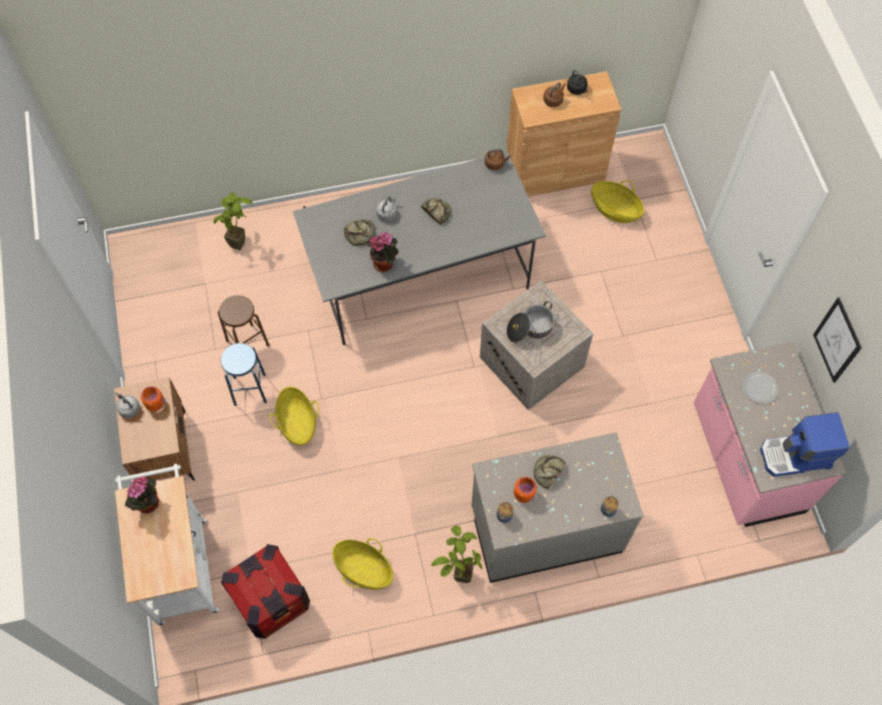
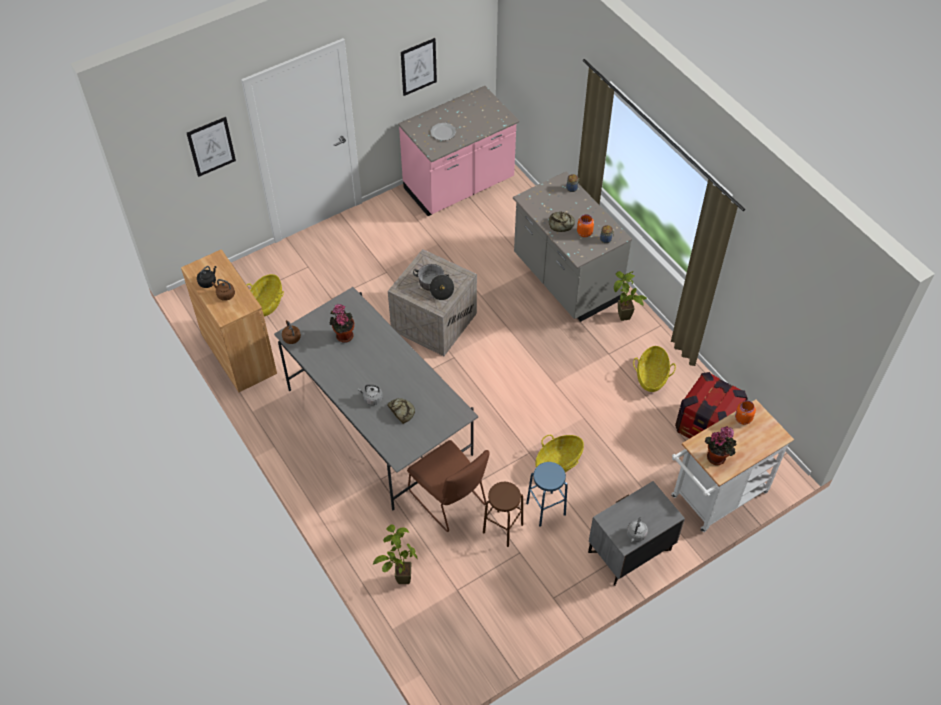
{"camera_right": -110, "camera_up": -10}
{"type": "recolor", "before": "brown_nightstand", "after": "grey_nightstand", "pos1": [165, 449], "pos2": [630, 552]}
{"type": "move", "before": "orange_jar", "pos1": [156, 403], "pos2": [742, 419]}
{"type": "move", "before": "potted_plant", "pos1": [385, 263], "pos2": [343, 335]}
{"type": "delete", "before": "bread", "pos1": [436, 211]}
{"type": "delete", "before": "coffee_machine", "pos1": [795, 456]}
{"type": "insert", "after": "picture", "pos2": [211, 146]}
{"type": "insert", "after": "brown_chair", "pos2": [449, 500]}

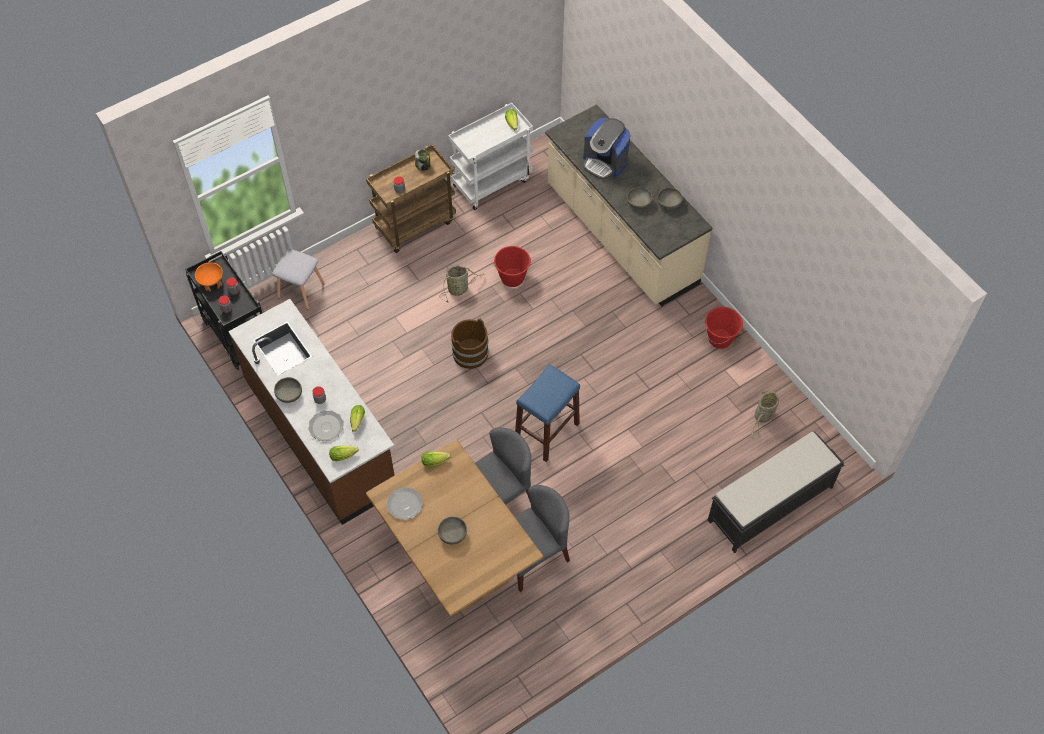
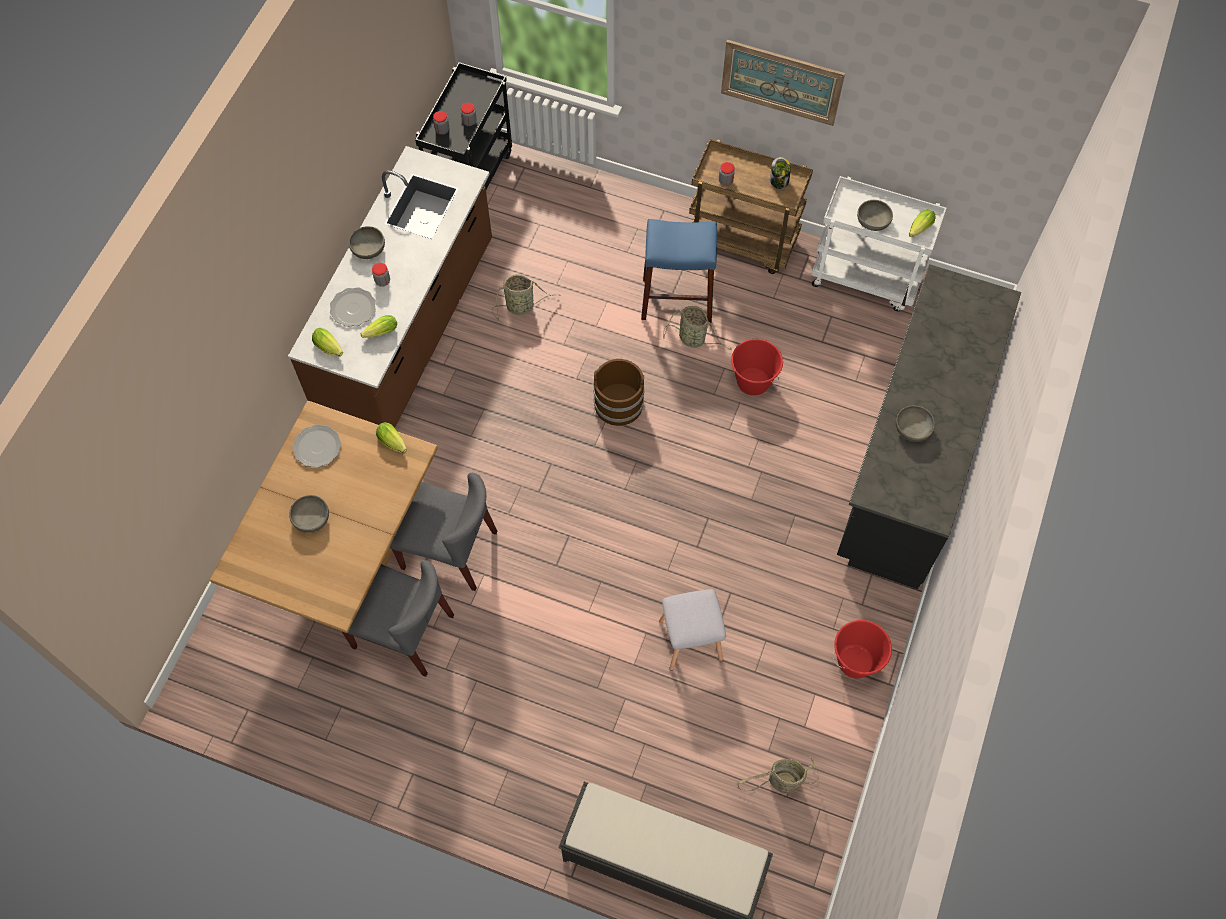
{"camera_right": 55, "camera_up": 5}
{"type": "delete", "before": "orange_bowl", "pos1": [211, 282]}
{"type": "move", "before": "grey_stool", "pos1": [300, 291], "pos2": [689, 639]}
{"type": "move", "before": "blue_stool", "pos1": [547, 432], "pos2": [677, 299]}
{"type": "recolor", "before": "beige_counter", "after": "black_counter", "pos1": [620, 236], "pos2": [910, 458]}
{"type": "delete", "before": "coffee_machine", "pos1": [605, 162]}
{"type": "move", "before": "grey_bowl", "pos1": [669, 203], "pos2": [872, 221]}
{"type": "insert", "after": "basket", "pos2": [522, 306]}
{"type": "insert", "after": "picture", "pos2": [781, 82]}

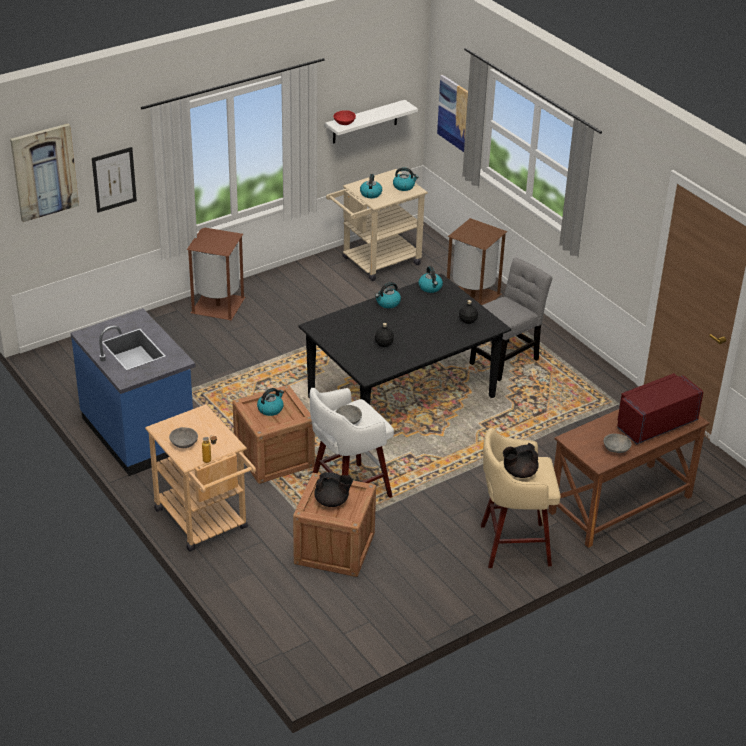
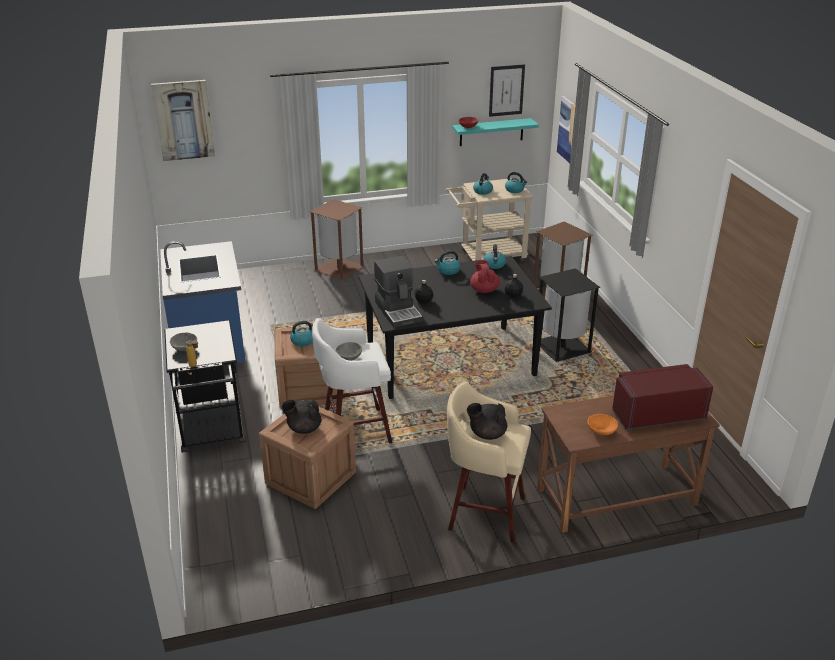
{"camera_right": 20, "camera_up": -5}
{"type": "move", "before": "picture", "pos1": [114, 179], "pos2": [506, 90]}
{"type": "recolor", "before": "beige_cart", "after": "black_cart", "pos1": [205, 523], "pos2": [212, 432]}
{"type": "rotate", "before": "black_teapot", "pos1": [332, 501], "pos2": [303, 428], "turn": 150}
{"type": "recolor", "before": "white_shelf", "after": "turquoise_shelf", "pos1": [365, 122], "pos2": [491, 132]}
{"type": "replace", "before": "grey_chair", "after": "black_trash_can", "pos1": [506, 359], "pos2": [563, 347]}
{"type": "recolor", "before": "grey_bowl", "after": "orange_bowl", "pos1": [616, 450], "pos2": [601, 431]}
{"type": "insert", "after": "coffee_machine", "pos2": [399, 311]}
{"type": "insert", "after": "red_teapot", "pos2": [484, 290]}

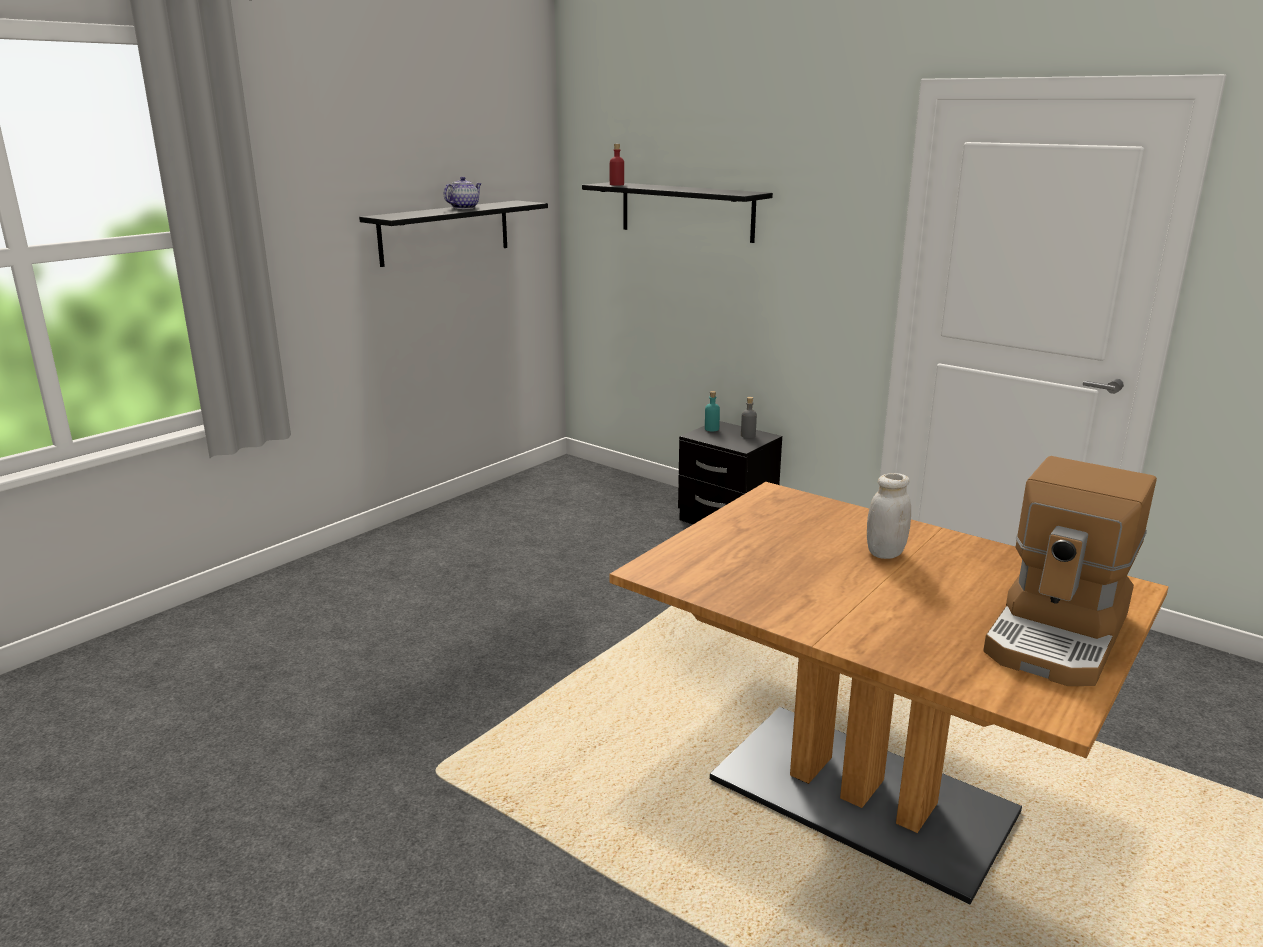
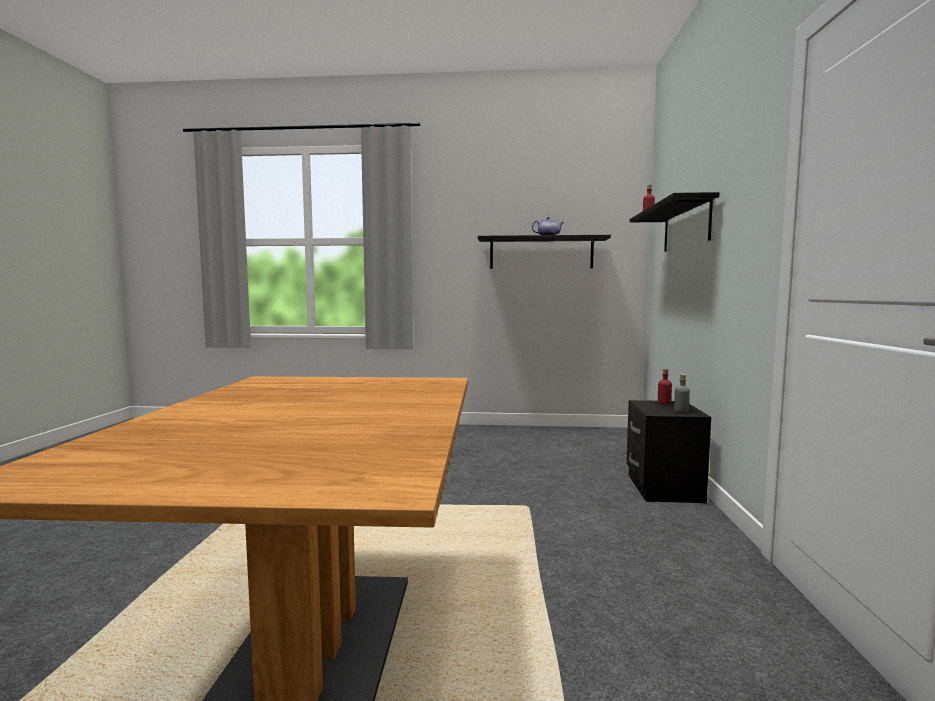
{"camera_right": 55, "camera_up": -15}
{"type": "recolor", "before": "turquoise_bottle", "after": "red_bottle", "pos1": [711, 429], "pos2": [664, 402]}
{"type": "delete", "before": "white_jar", "pos1": [885, 553]}
{"type": "delete", "before": "coffee_machine", "pos1": [1059, 635]}

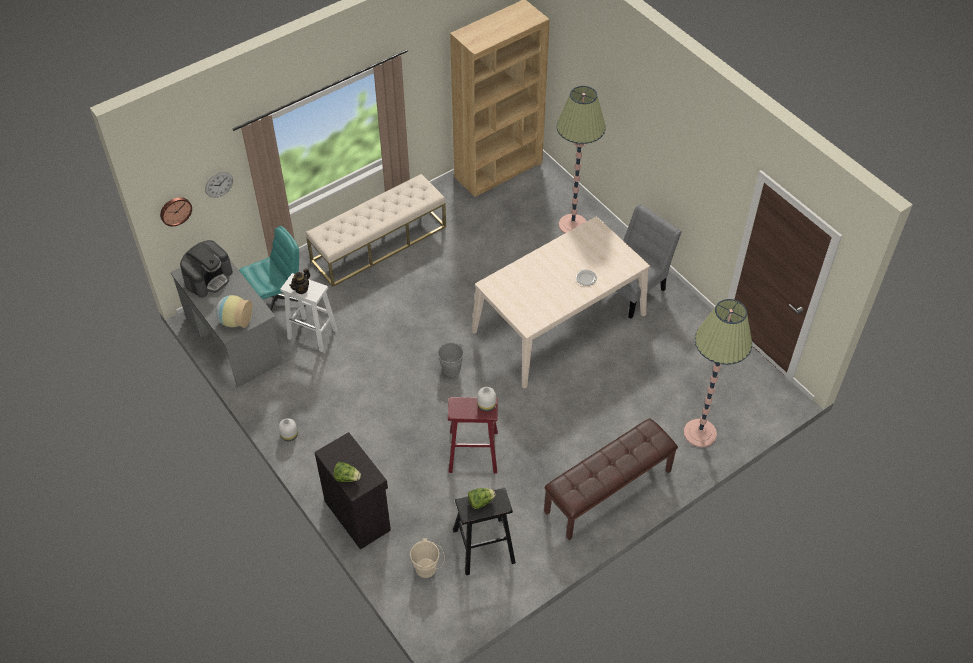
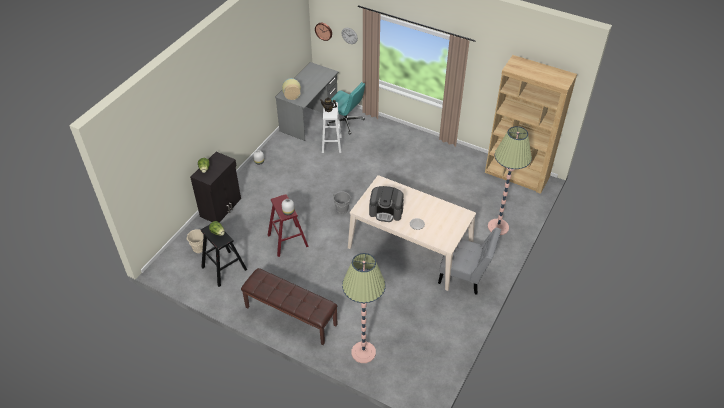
{"camera_right": 65, "camera_up": -5}
{"type": "move", "before": "coffee_machine", "pos1": [209, 278], "pos2": [386, 211]}
{"type": "delete", "before": "beige_bench", "pos1": [379, 243]}

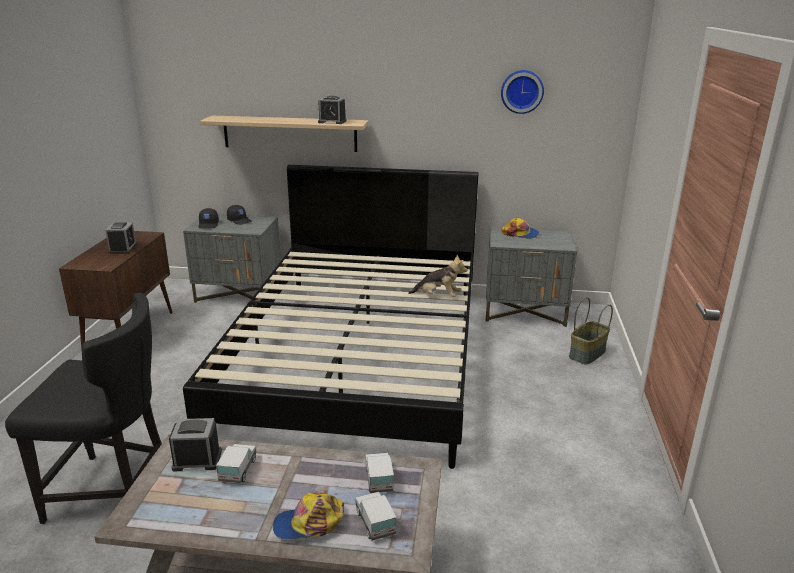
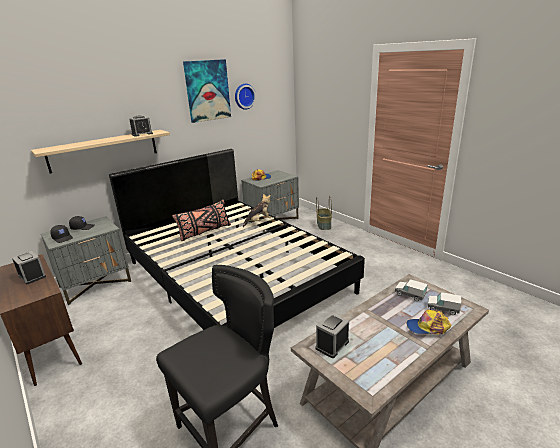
{"camera_right": -45, "camera_up": 0}
{"type": "delete", "before": "toy_truck", "pos1": [238, 470]}
{"type": "rotate", "before": "cap", "pos1": [309, 524], "pos2": [428, 327], "turn": 60}
{"type": "insert", "after": "black_pillow", "pos2": [204, 232]}
{"type": "insert", "after": "picture", "pos2": [207, 90]}

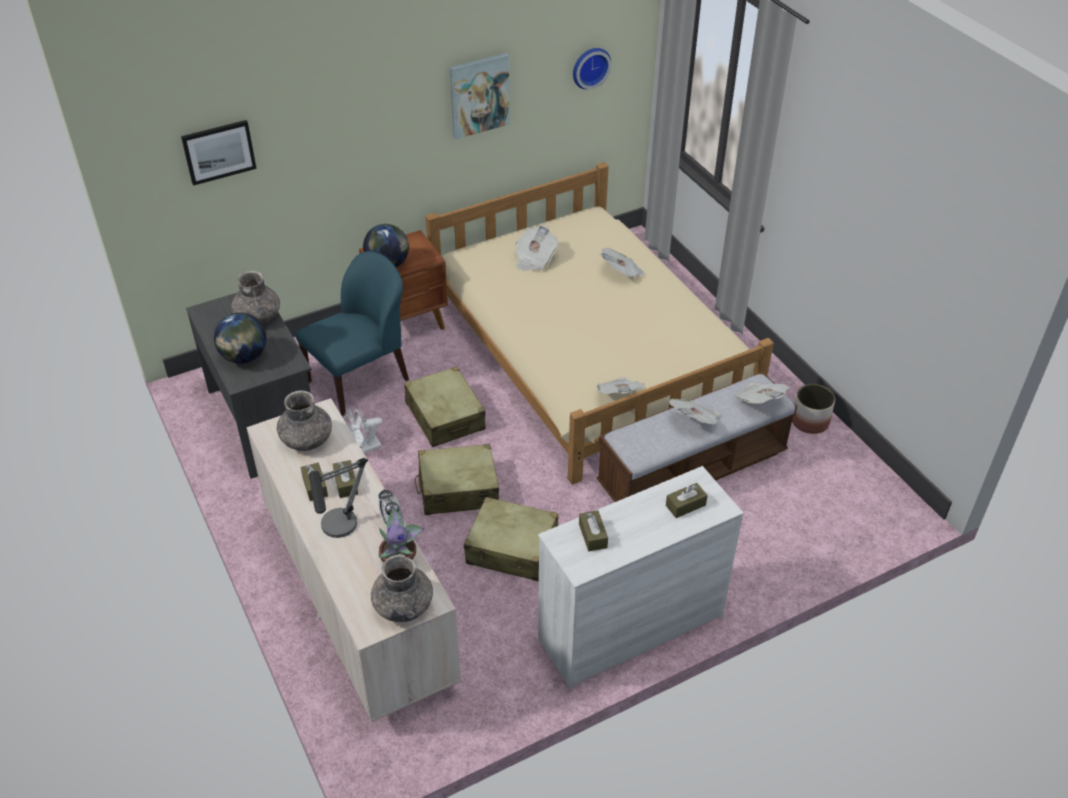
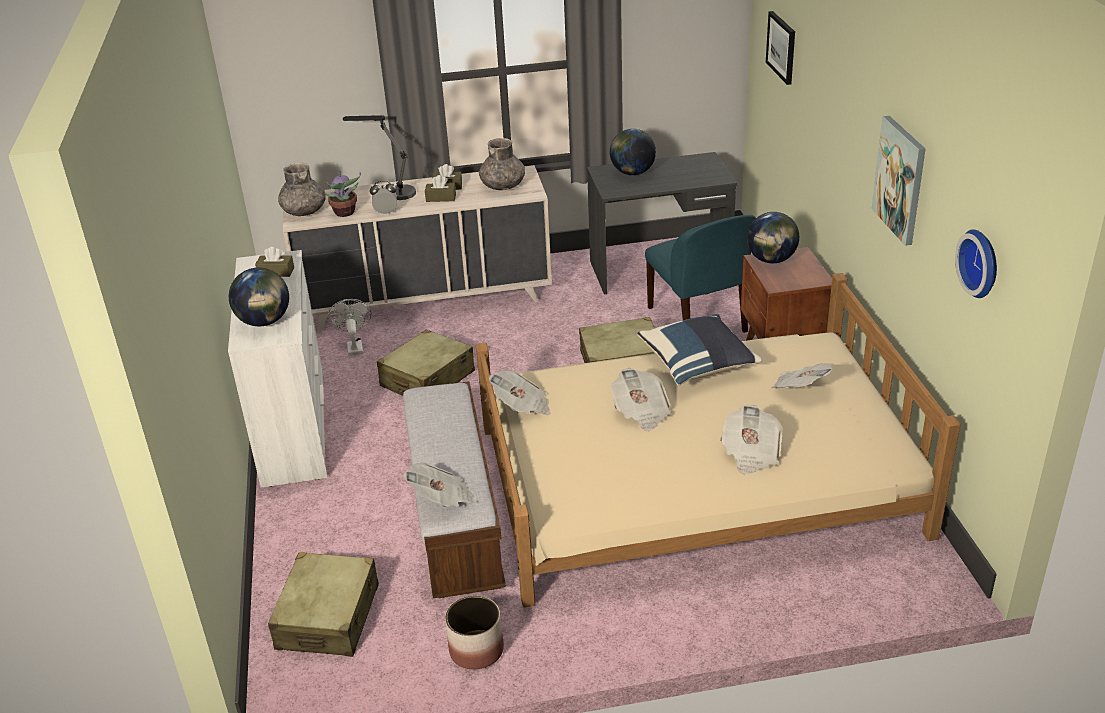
{"camera_right": 110, "camera_up": -10}
{"type": "delete", "before": "grey_vase", "pos1": [258, 316]}
{"type": "move", "before": "white_fan", "pos1": [363, 449], "pos2": [354, 346]}
{"type": "move", "before": "beige_suitcase", "pos1": [458, 489], "pos2": [328, 617]}
{"type": "replace", "before": "brown_tissue_box", "after": "globe", "pos1": [685, 505], "pos2": [264, 321]}
{"type": "move", "before": "newspaper", "pos1": [695, 421], "pos2": [641, 413]}
{"type": "insert", "after": "blue_pillow", "pos2": [698, 365]}

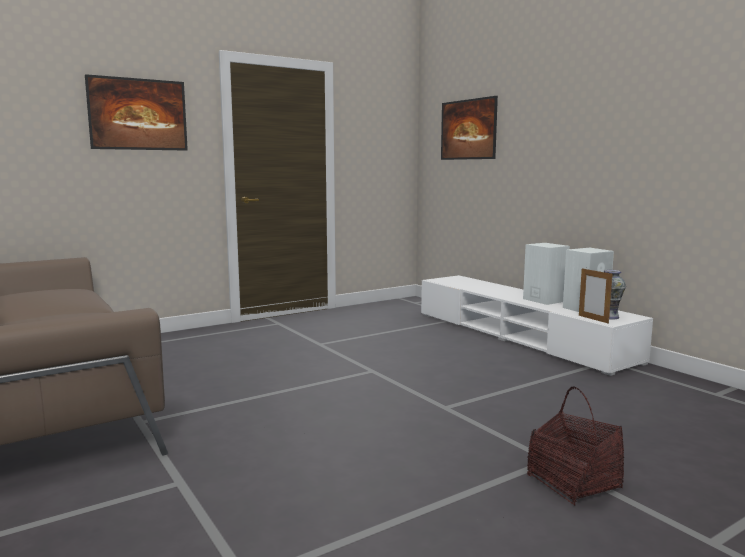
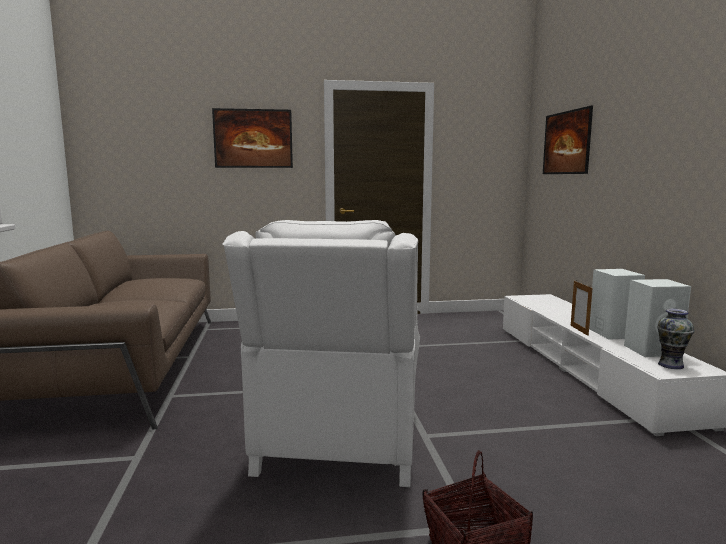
{"camera_right": 25, "camera_up": 0}
{"type": "move", "before": "picture_frame", "pos1": [593, 319], "pos2": [579, 330]}
{"type": "insert", "after": "white_armchair", "pos2": [339, 443]}

